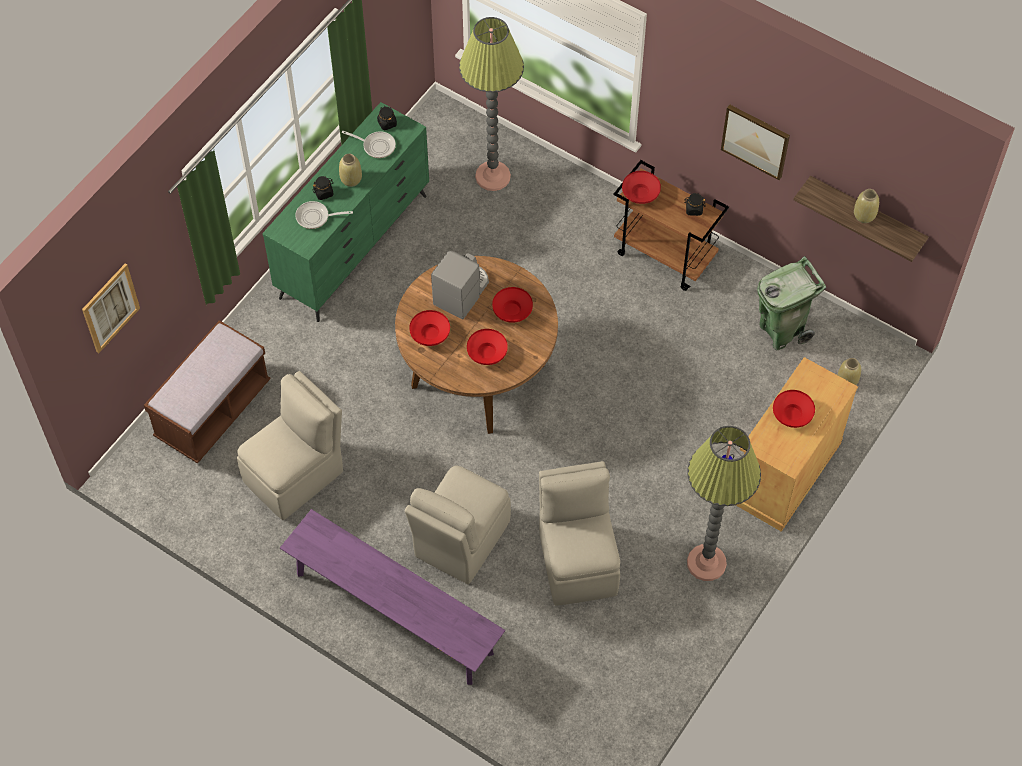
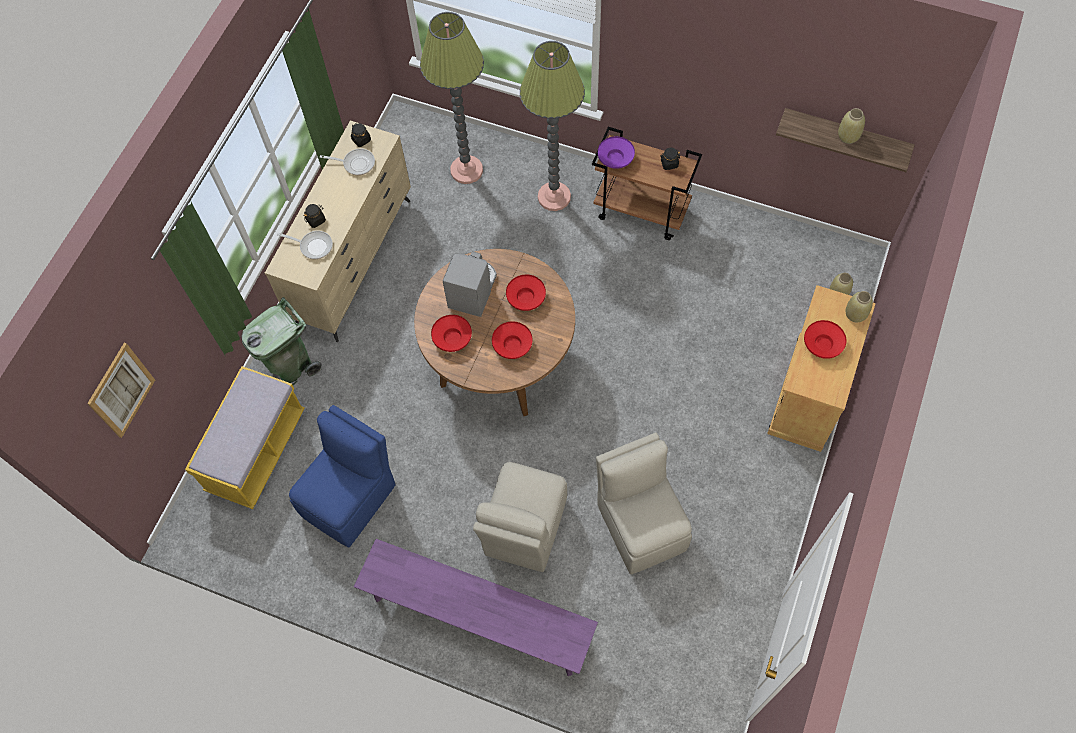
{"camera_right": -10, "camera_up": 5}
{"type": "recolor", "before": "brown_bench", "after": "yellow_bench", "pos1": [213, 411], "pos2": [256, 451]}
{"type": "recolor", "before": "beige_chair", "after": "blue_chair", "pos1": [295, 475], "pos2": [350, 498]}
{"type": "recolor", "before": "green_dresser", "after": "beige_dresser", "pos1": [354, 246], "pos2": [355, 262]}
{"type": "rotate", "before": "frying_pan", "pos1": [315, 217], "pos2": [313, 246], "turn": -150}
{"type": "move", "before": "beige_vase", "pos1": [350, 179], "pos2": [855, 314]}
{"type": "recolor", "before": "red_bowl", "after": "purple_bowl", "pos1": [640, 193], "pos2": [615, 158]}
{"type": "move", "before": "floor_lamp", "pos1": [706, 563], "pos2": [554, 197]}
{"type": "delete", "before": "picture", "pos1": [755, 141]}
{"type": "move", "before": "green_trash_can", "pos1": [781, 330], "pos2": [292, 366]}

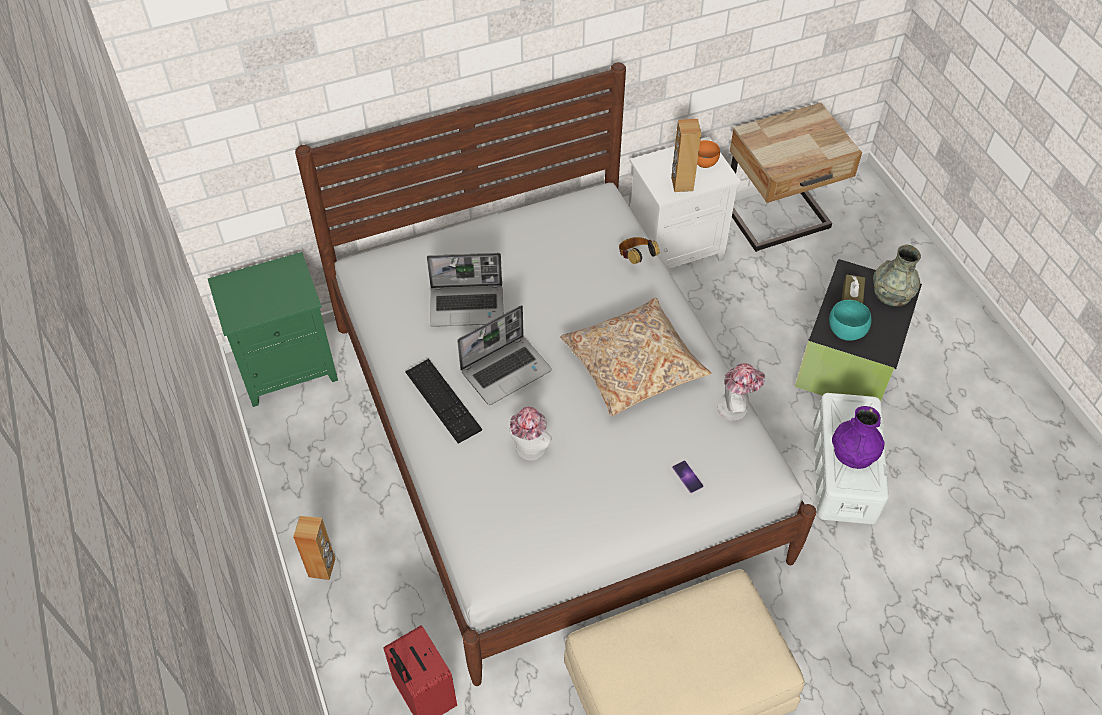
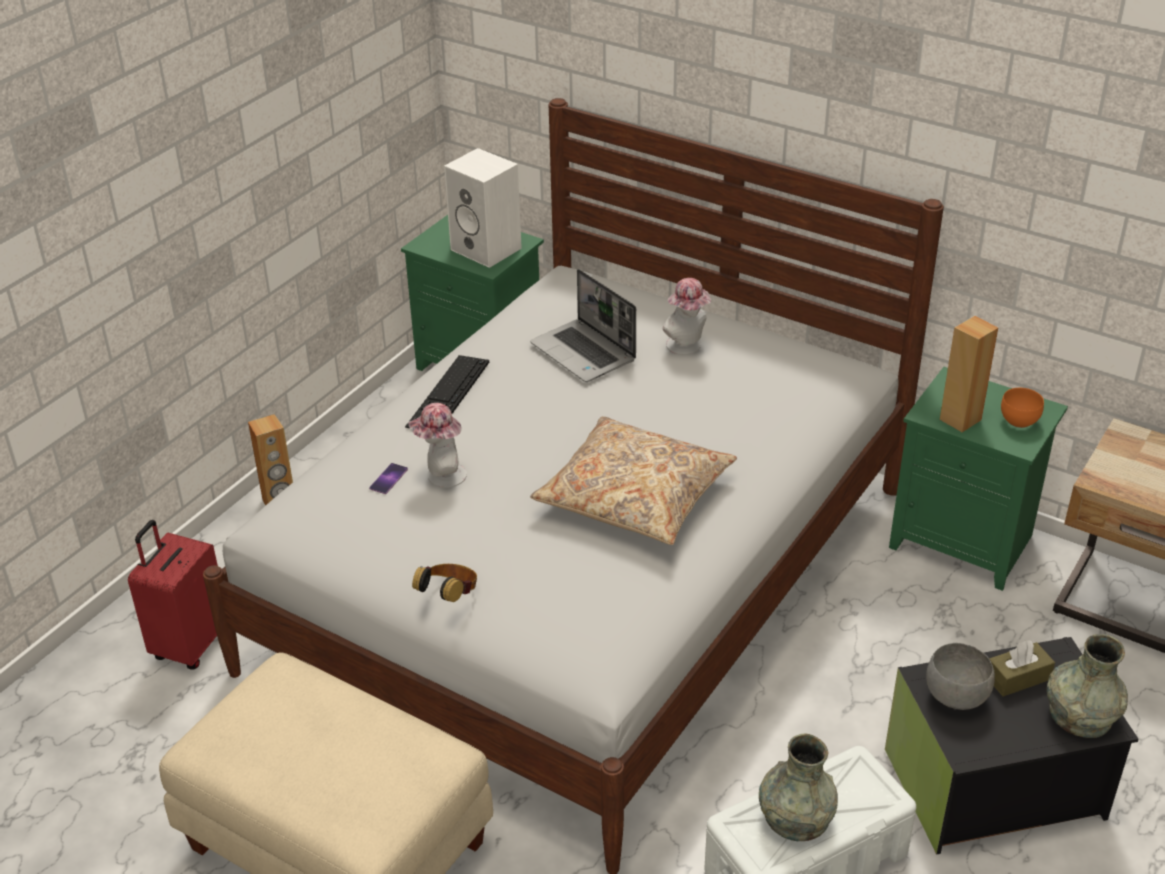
{"camera_right": 55, "camera_up": -15}
{"type": "delete", "before": "laptop", "pos1": [506, 370]}
{"type": "move", "before": "headphones", "pos1": [636, 258], "pos2": [449, 596]}
{"type": "recolor", "before": "white_nightstand", "after": "green_nightstand", "pos1": [675, 248], "pos2": [965, 542]}
{"type": "move", "before": "phone", "pos1": [687, 477], "pos2": [388, 479]}
{"type": "move", "before": "hat", "pos1": [736, 408], "pos2": [687, 347]}
{"type": "recolor", "before": "turquoise_bowl", "after": "grey_bowl", "pos1": [845, 331], "pos2": [955, 696]}
{"type": "recolor", "before": "purple_vase", "after": "grey_vase", "pos1": [854, 453], "pos2": [796, 816]}
{"type": "insert", "after": "white_speaker", "pos2": [488, 249]}

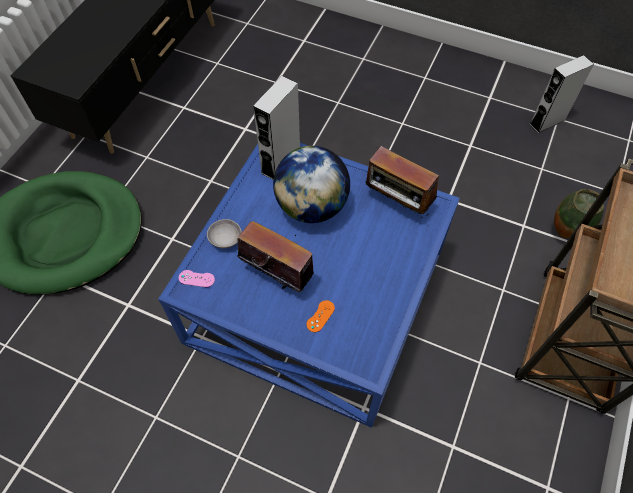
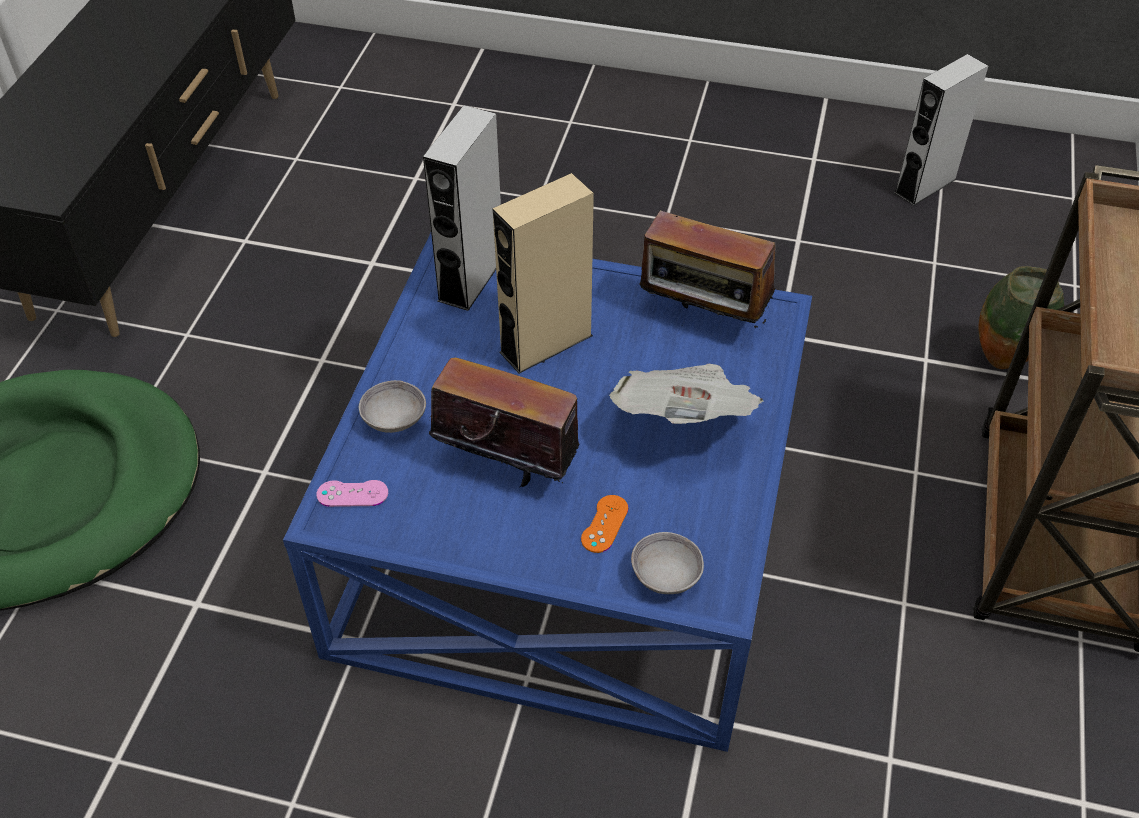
{"camera_right": -10, "camera_up": -10}
{"type": "replace", "before": "globe", "after": "beige_speaker", "pos1": [312, 206], "pos2": [546, 343]}
{"type": "insert", "after": "newspaper", "pos2": [684, 418]}
{"type": "insert", "after": "grey_bowl", "pos2": [665, 575]}

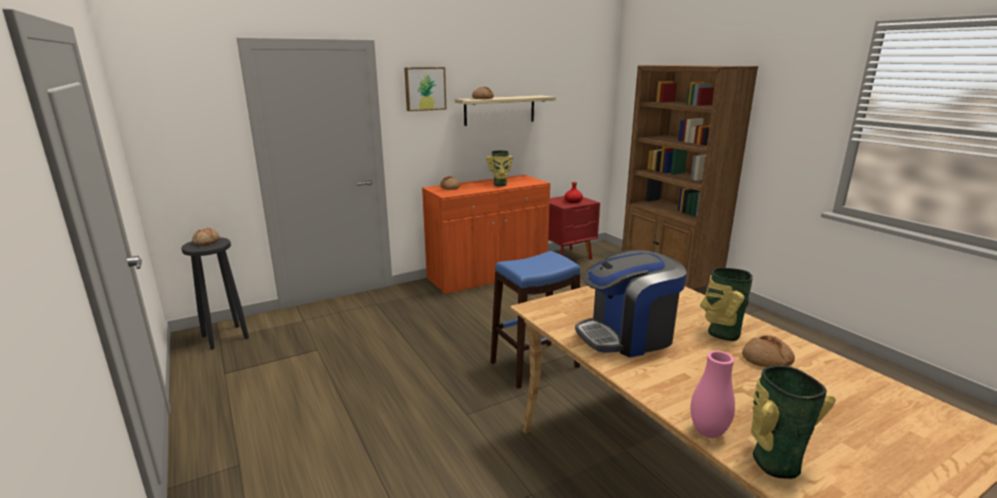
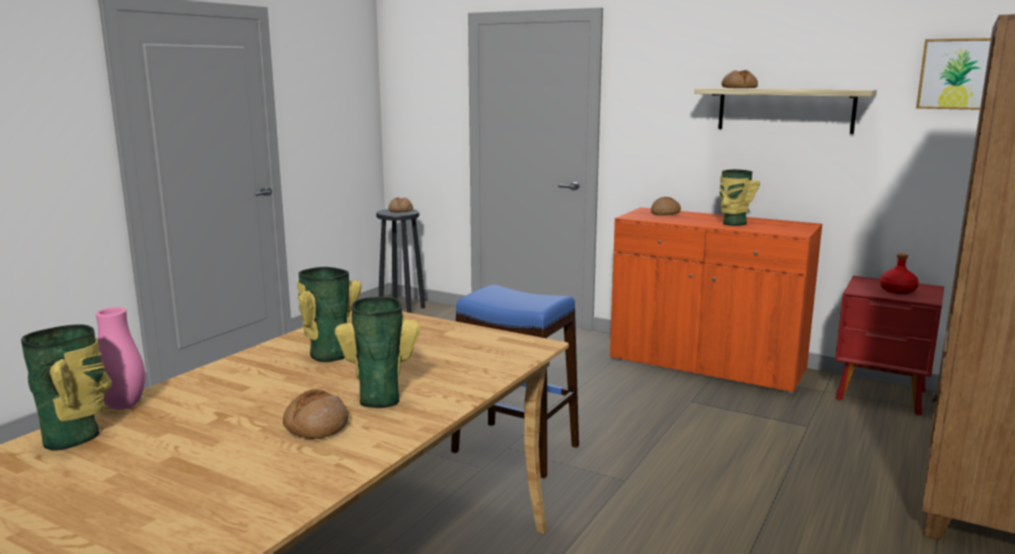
{"camera_right": 60, "camera_up": -5}
{"type": "move", "before": "picture", "pos1": [425, 88], "pos2": [959, 74]}
{"type": "replace", "before": "coffee_machine", "after": "vase", "pos1": [627, 336], "pos2": [327, 354]}

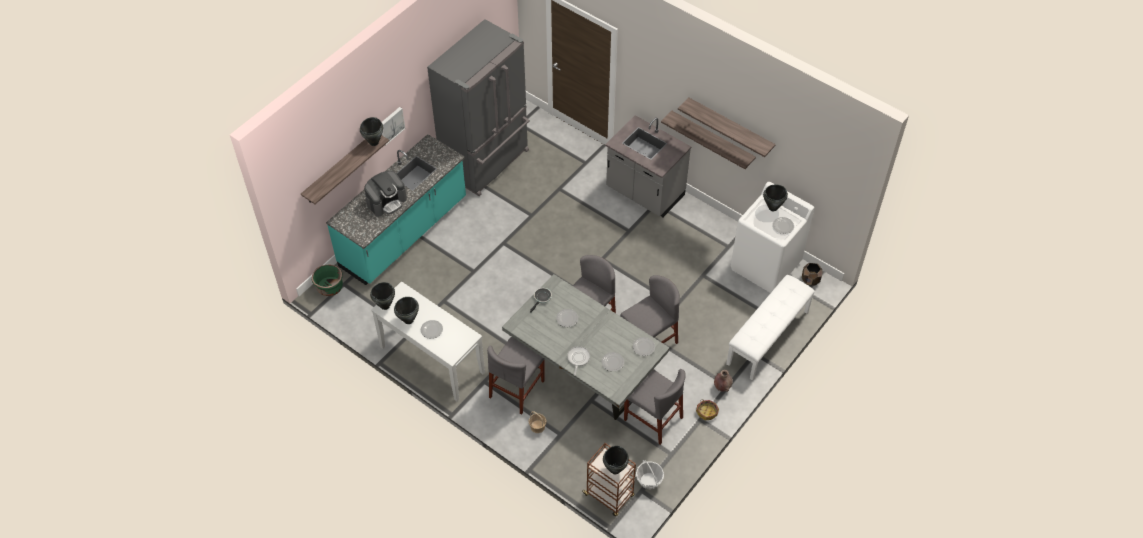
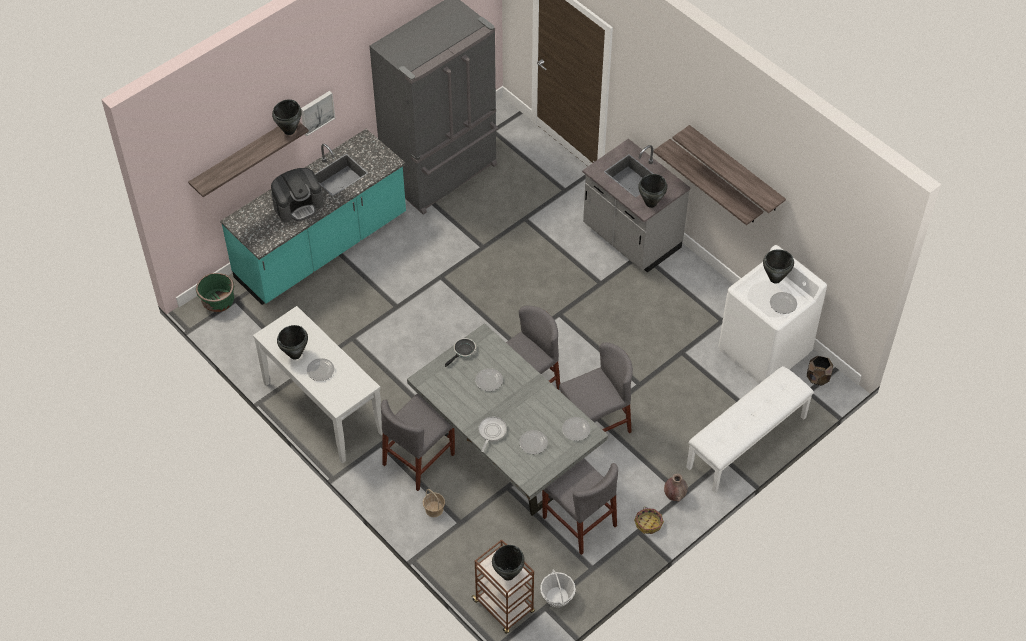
{"camera_right": 10, "camera_up": 0}
{"type": "move", "before": "black_cooking_pot", "pos1": [384, 305], "pos2": [650, 203]}

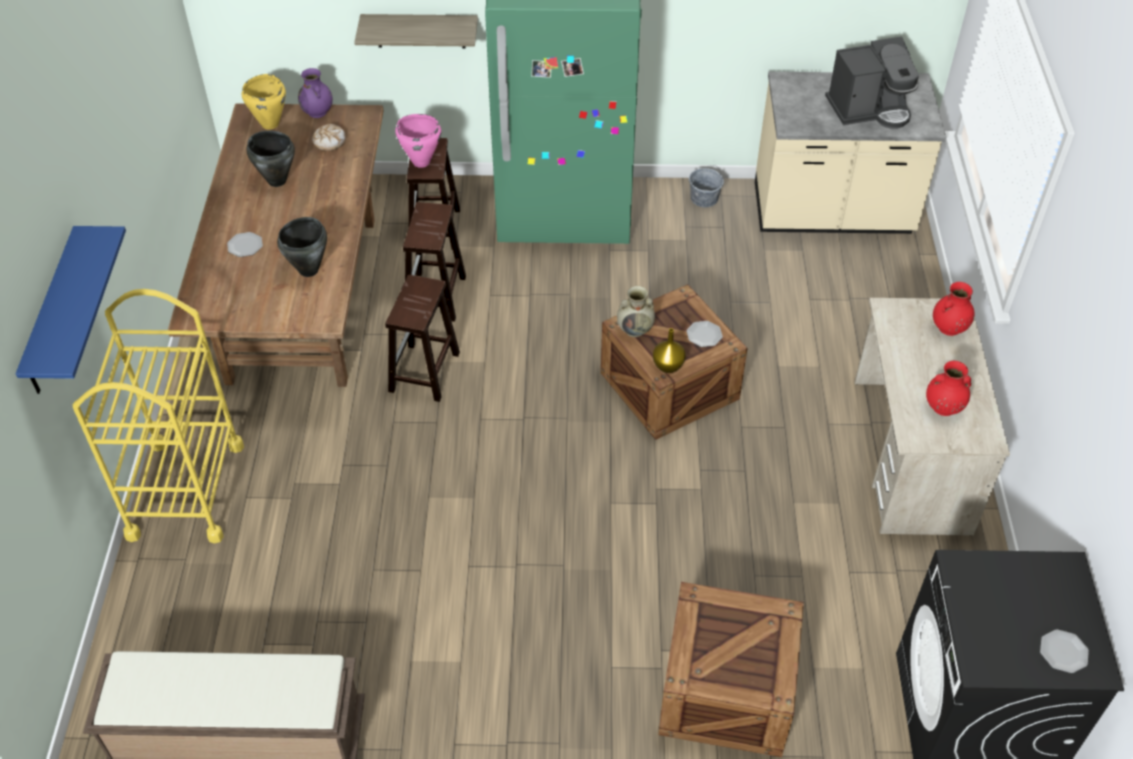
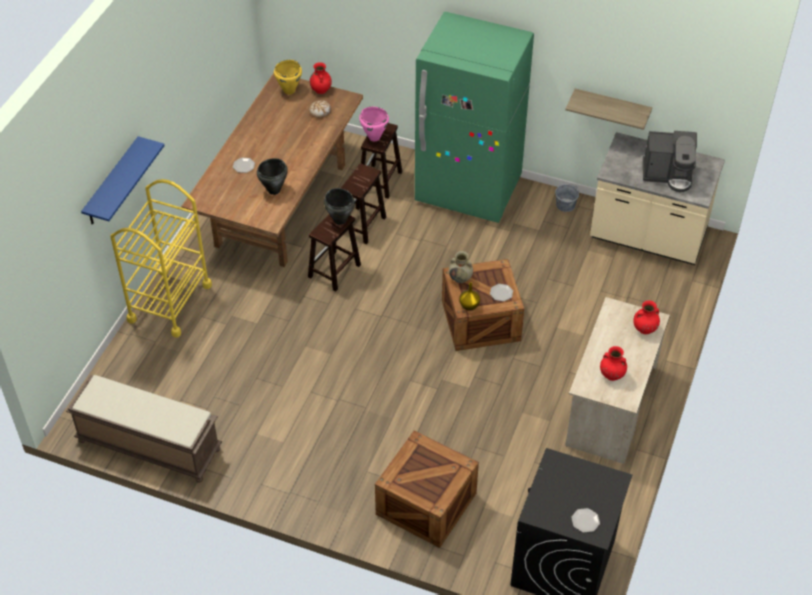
{"camera_right": 20, "camera_up": 0}
{"type": "move", "before": "black_cooking_pot", "pos1": [277, 180], "pos2": [340, 220]}
{"type": "recolor", "before": "purple_vase", "after": "red_vase", "pos1": [318, 112], "pos2": [321, 90]}
{"type": "move", "before": "shelf", "pos1": [420, 31], "pos2": [611, 107]}

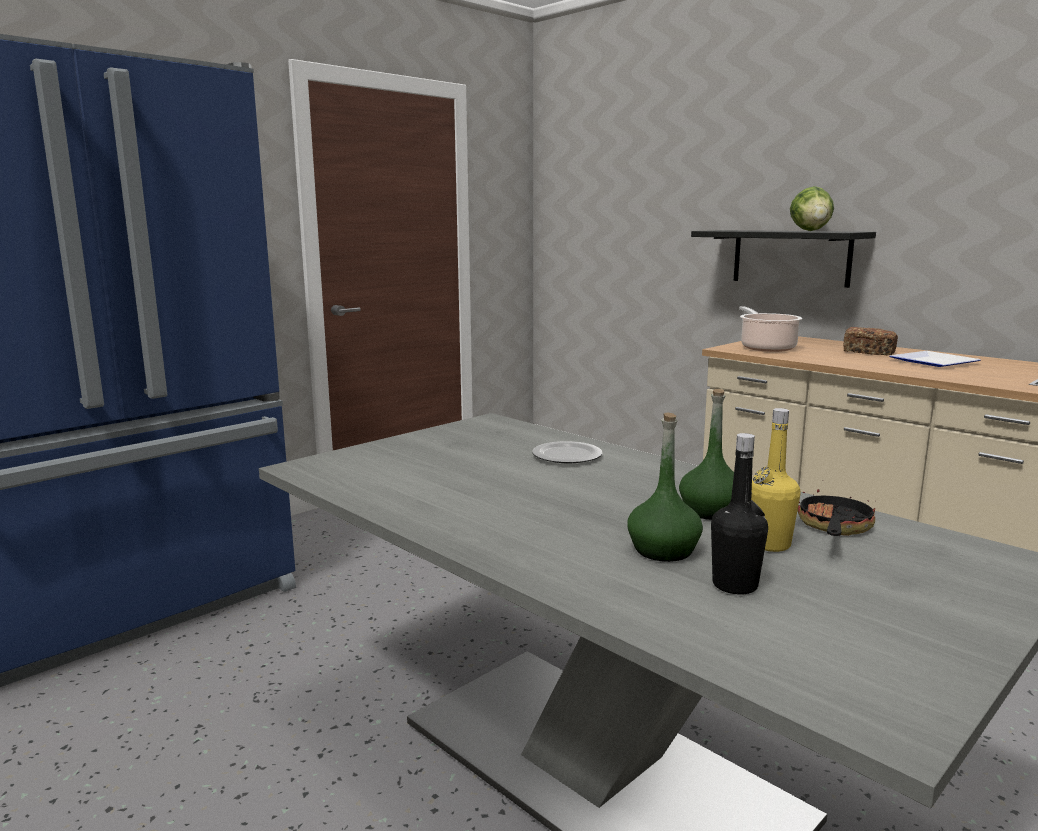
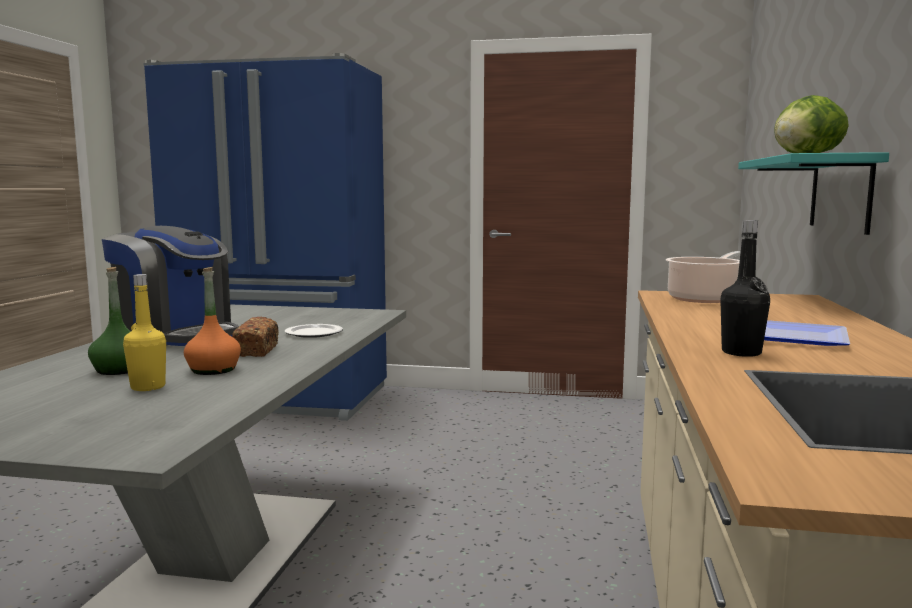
{"camera_right": 55, "camera_up": -5}
{"type": "recolor", "before": "green_bottle", "after": "orange_bottle", "pos1": [711, 511], "pos2": [213, 370]}
{"type": "recolor", "before": "black_shelf", "after": "turquoise_shelf", "pos1": [791, 257], "pos2": [840, 193]}
{"type": "move", "before": "black_bottle", "pos1": [735, 585], "pos2": [741, 352]}
{"type": "delete", "before": "frying_pan", "pos1": [833, 528]}
{"type": "move", "before": "bread", "pos1": [869, 352], "pos2": [257, 350]}
{"type": "insert", "after": "coffee_machine", "pos2": [176, 336]}

